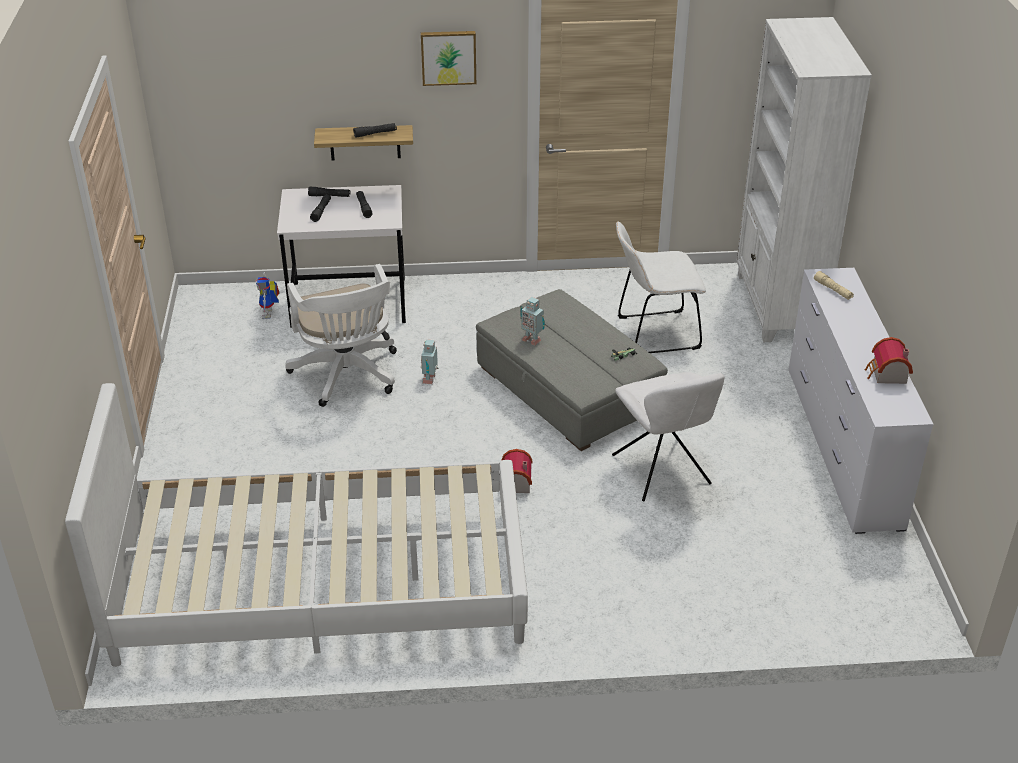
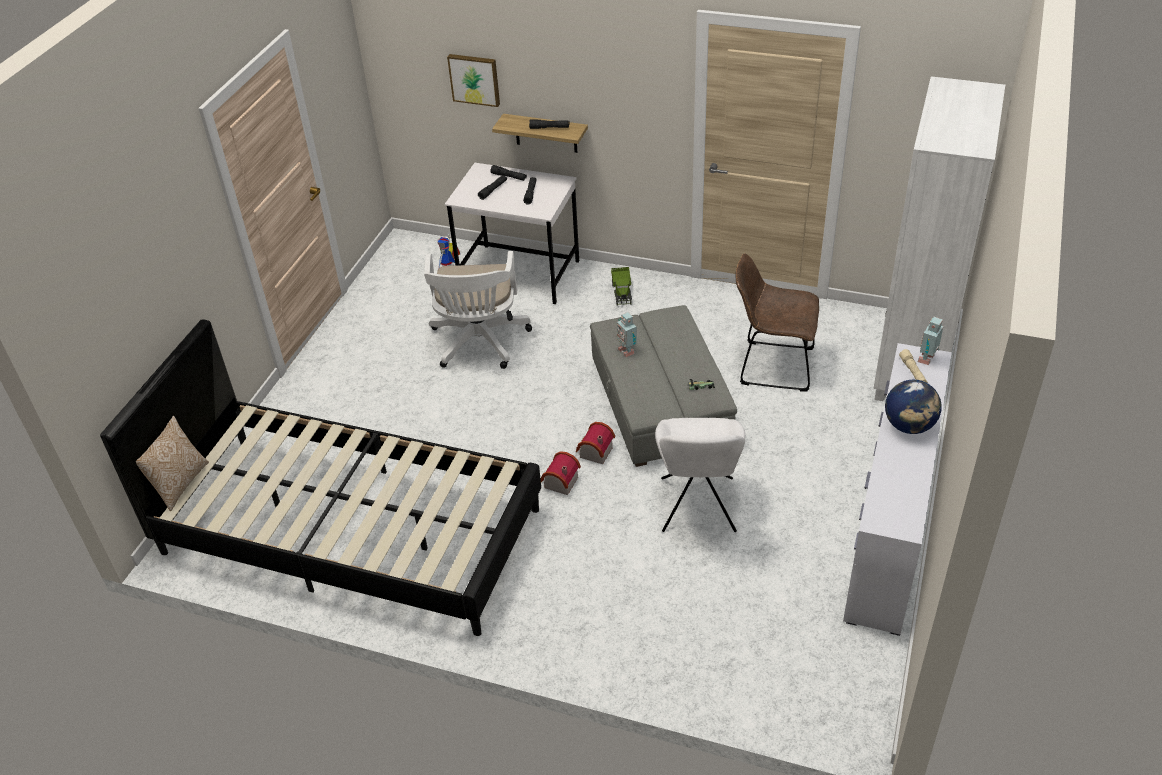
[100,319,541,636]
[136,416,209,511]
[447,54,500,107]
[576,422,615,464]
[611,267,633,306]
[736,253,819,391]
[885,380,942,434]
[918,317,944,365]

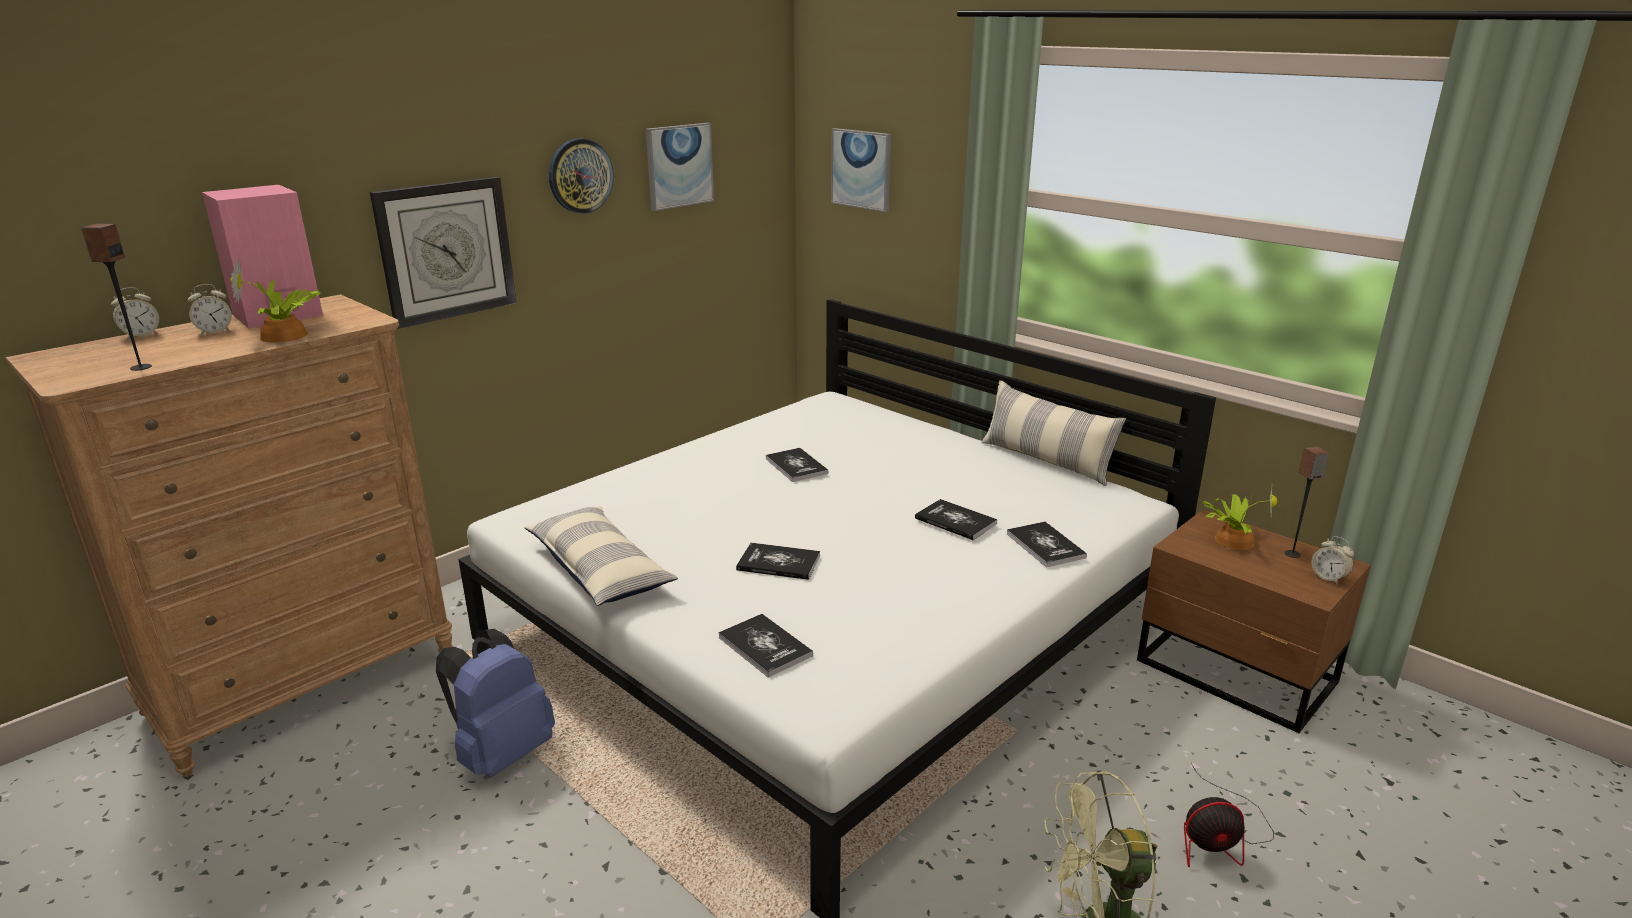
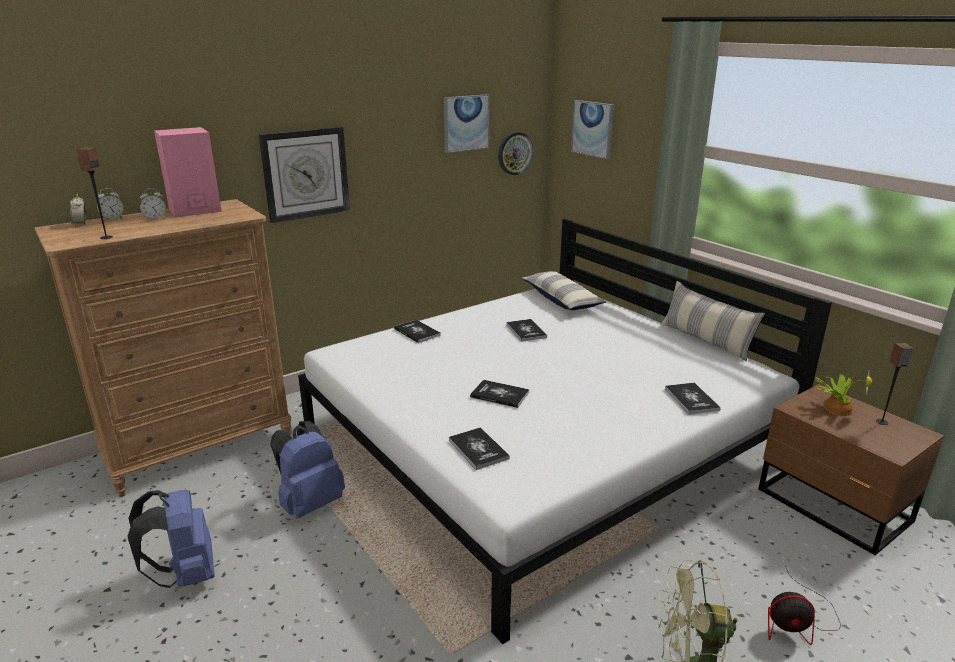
[70,193,86,227]
[127,490,215,588]
[394,320,441,343]
[498,132,533,175]
[522,271,606,310]
[231,259,321,343] (first image)

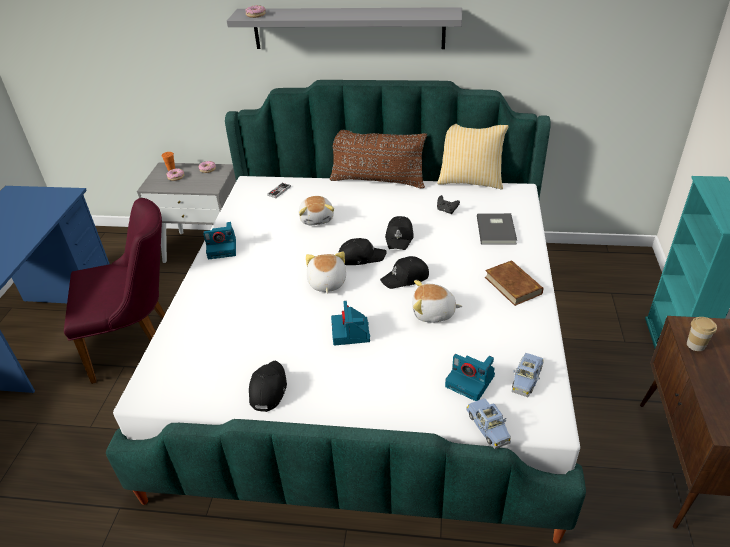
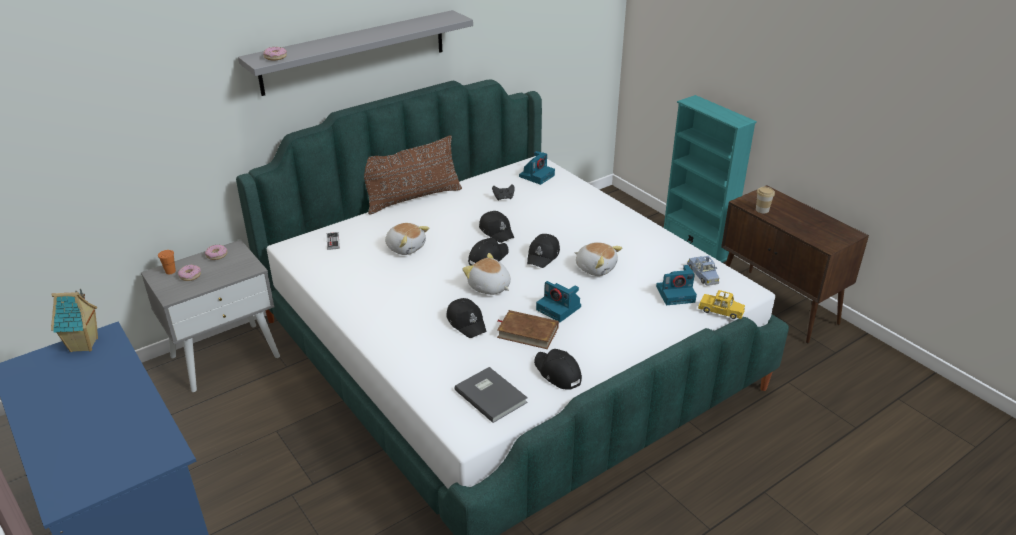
[51,289,98,352]
[446,298,487,338]
[454,367,528,423]
[497,310,559,349]
[519,151,555,185]
[575,242,622,276]
[698,290,745,319]
[64,198,165,384] (first image)
[437,124,509,189] (first image)

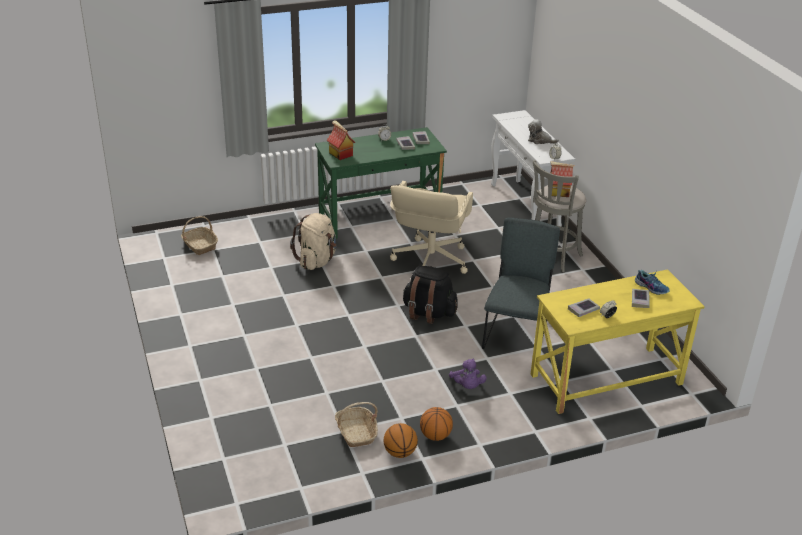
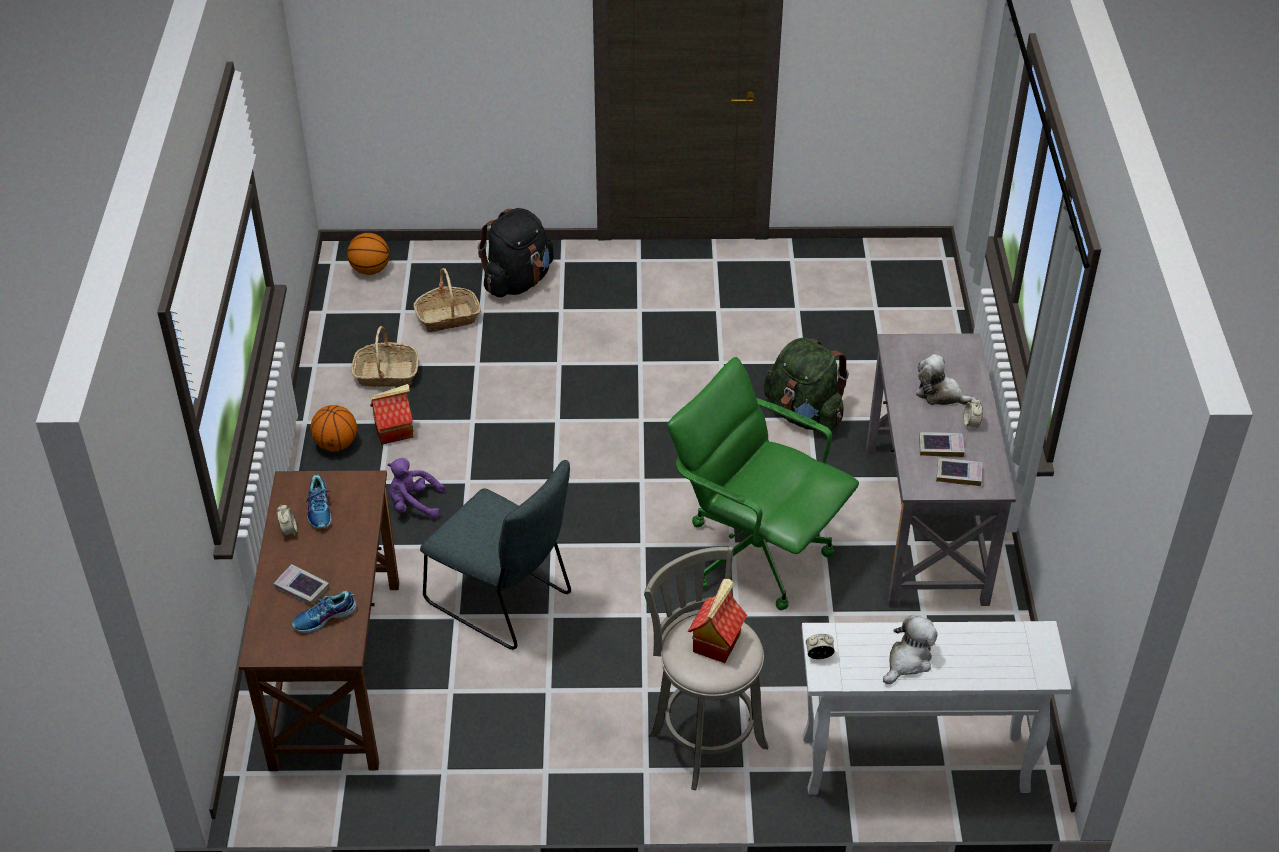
[239,471,399,771]
[306,474,332,528]
[347,233,390,275]
[370,384,413,445]
[414,268,481,332]
[478,208,554,298]
[668,357,859,611]
[764,338,849,431]
[866,333,1016,607]
[916,354,976,405]

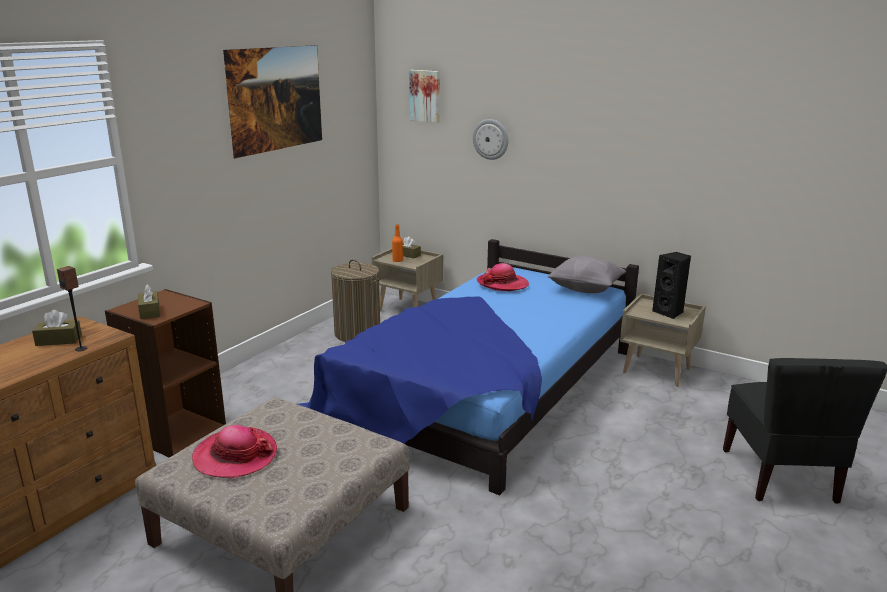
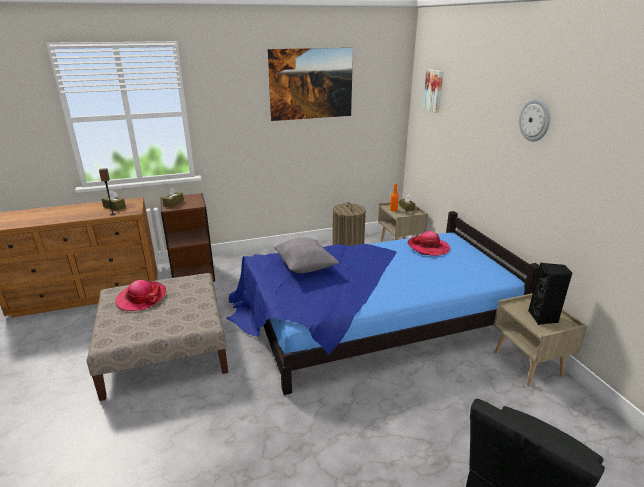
[274,237,339,273]
[519,99,550,141]

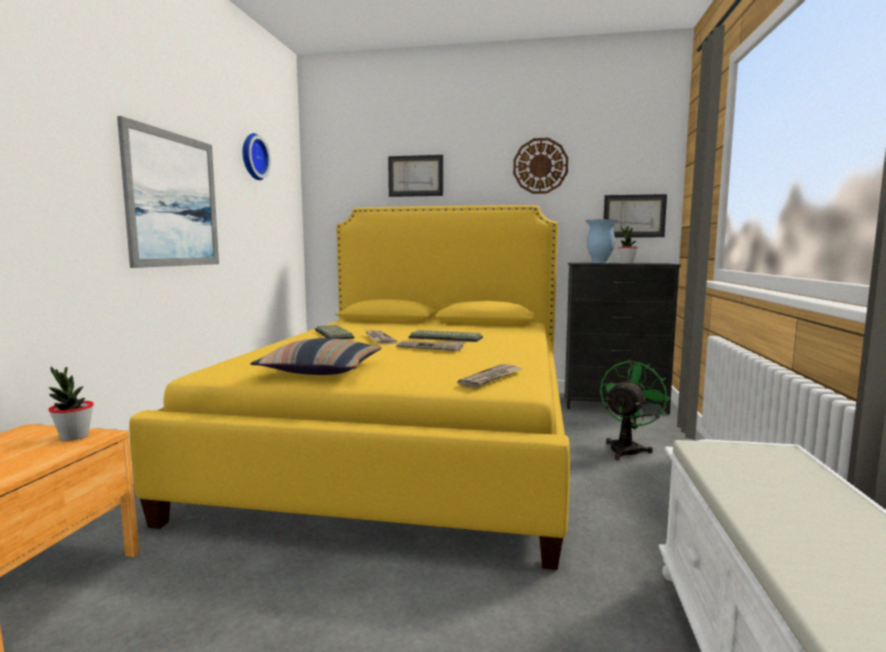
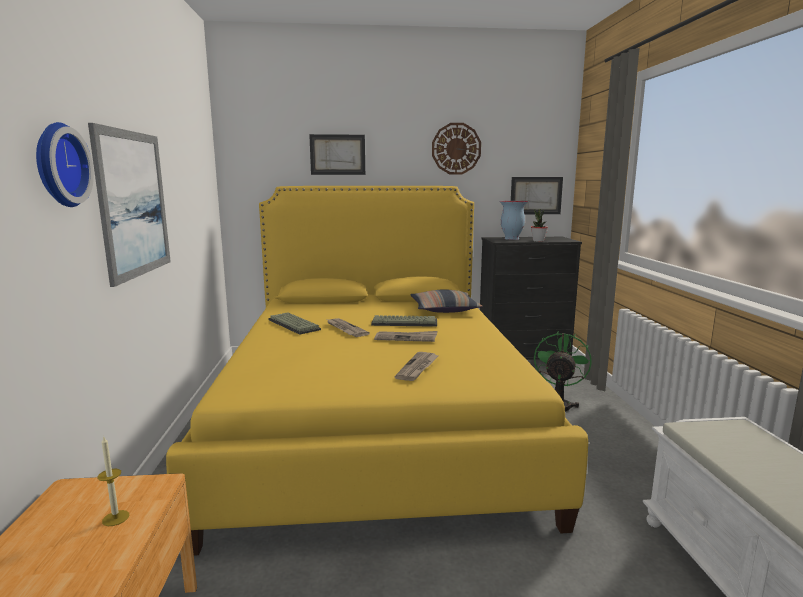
[36,122,94,207]
[97,437,129,526]
[394,352,438,381]
[410,290,483,313]
[49,367,94,441] (first image)

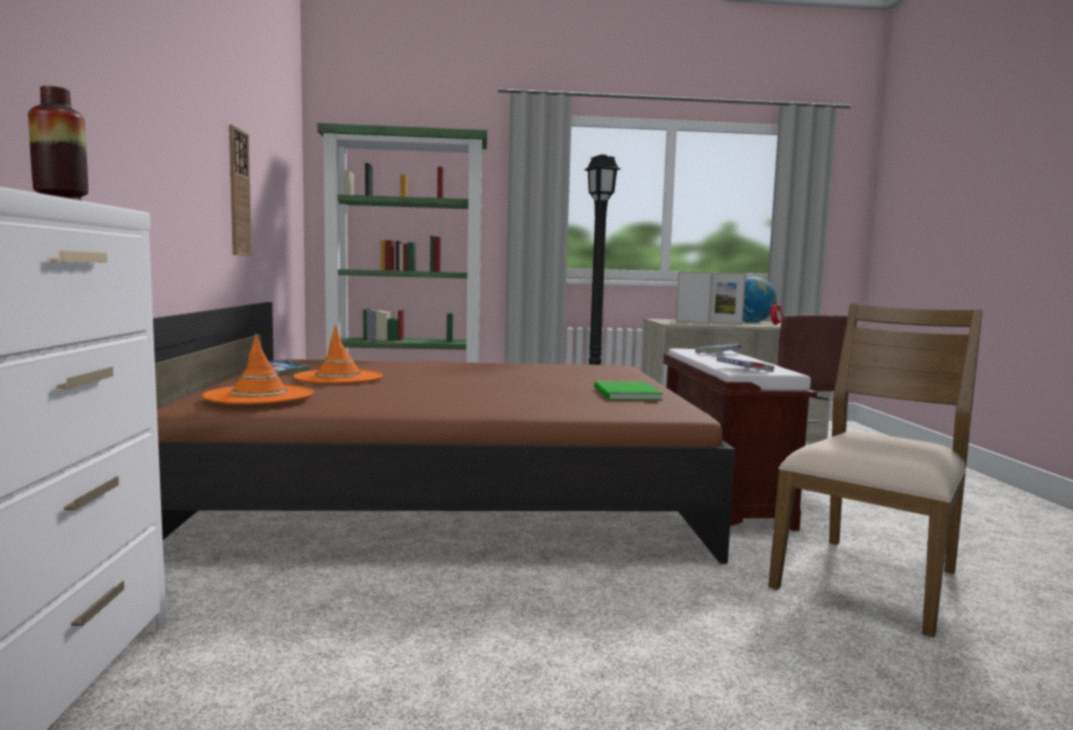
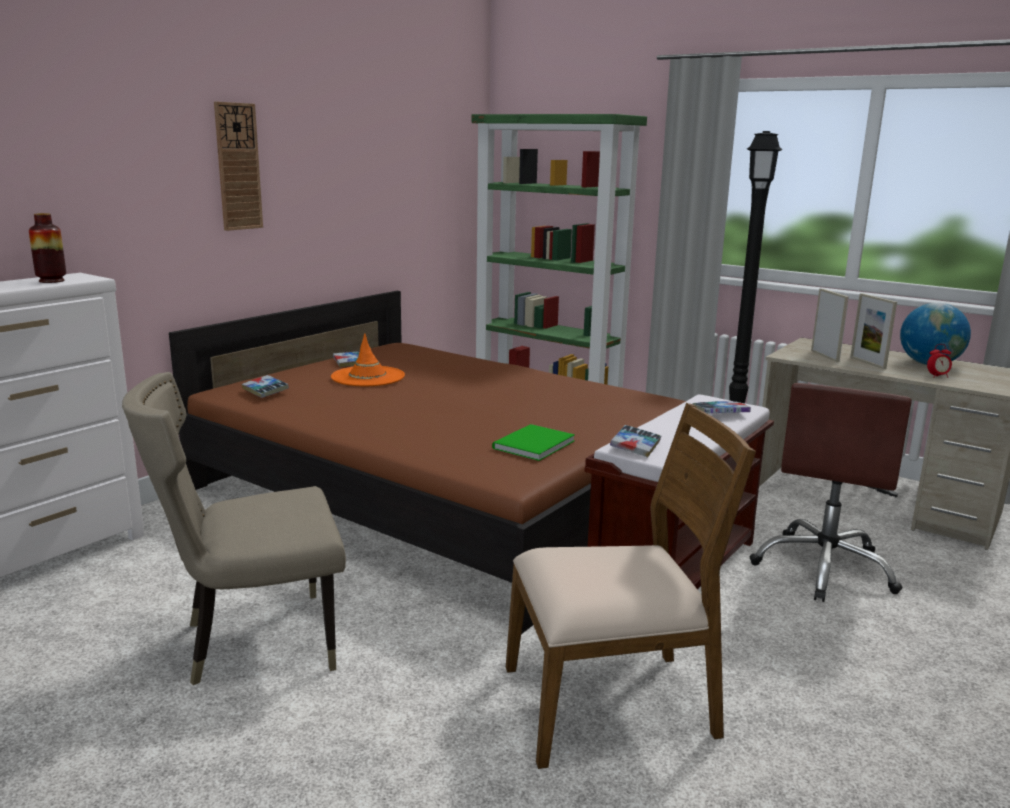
[122,372,346,685]
[214,102,263,231]
[242,375,289,398]

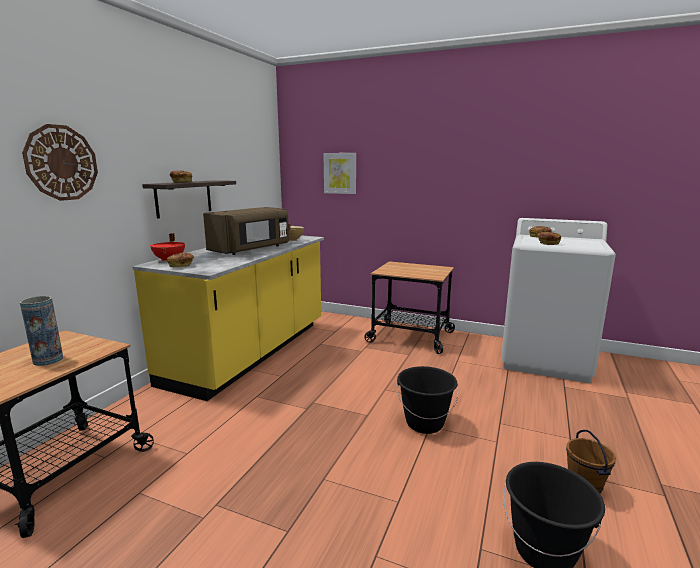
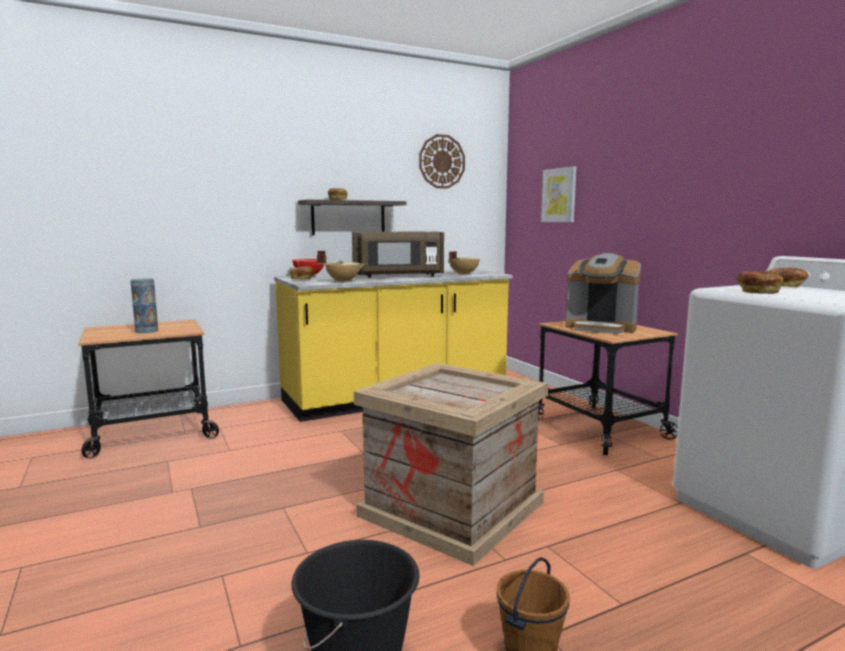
[317,255,365,282]
[354,363,548,566]
[419,134,465,189]
[565,253,641,334]

